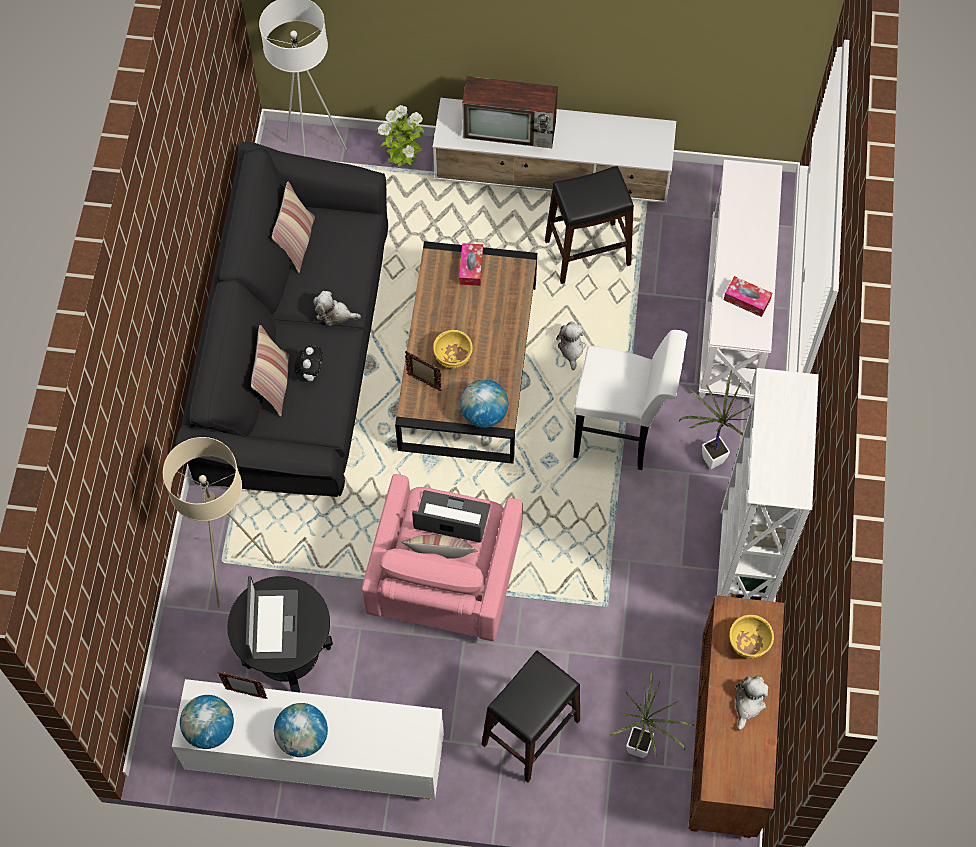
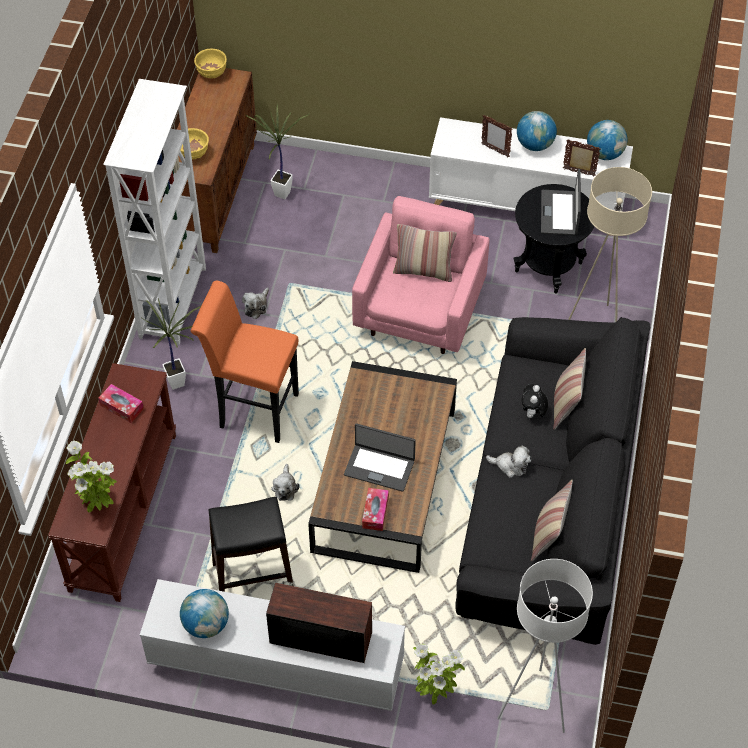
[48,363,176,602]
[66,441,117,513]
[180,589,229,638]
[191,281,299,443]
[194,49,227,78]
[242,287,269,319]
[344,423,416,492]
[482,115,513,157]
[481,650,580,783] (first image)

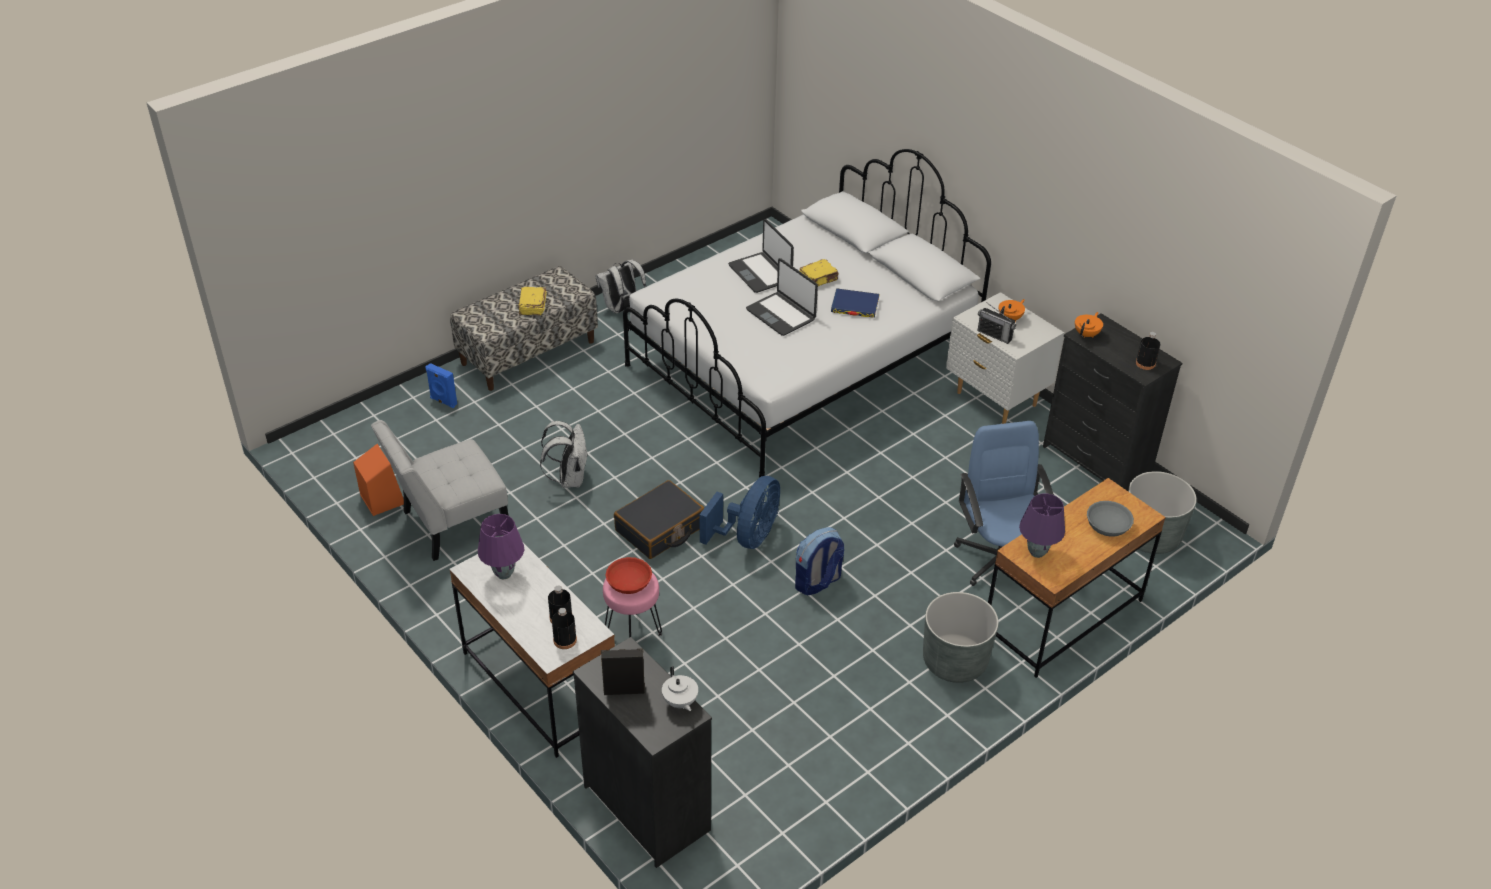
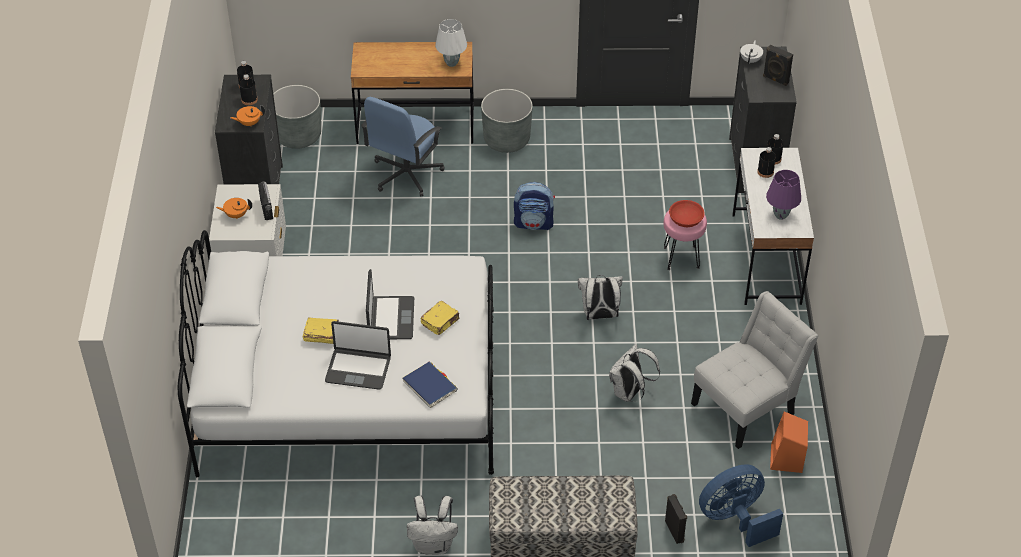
[239,74,258,105]
[325,321,391,390]
[403,362,458,408]
[421,301,460,335]
[435,19,467,67]
[578,275,623,320]
[665,494,687,544]
[691,291,818,449]
[699,464,783,547]
[1087,501,1134,537] (first image)

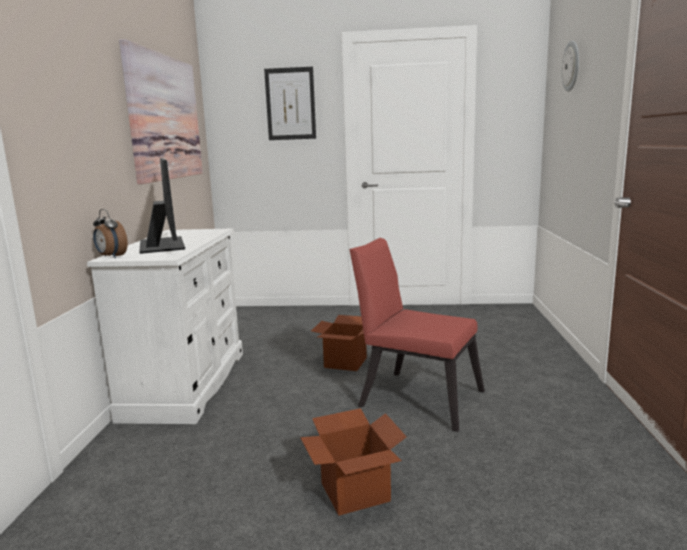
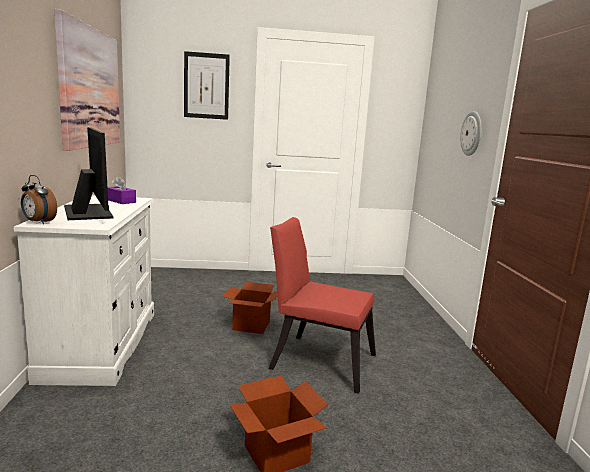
[107,176,136,204]
[460,111,482,156]

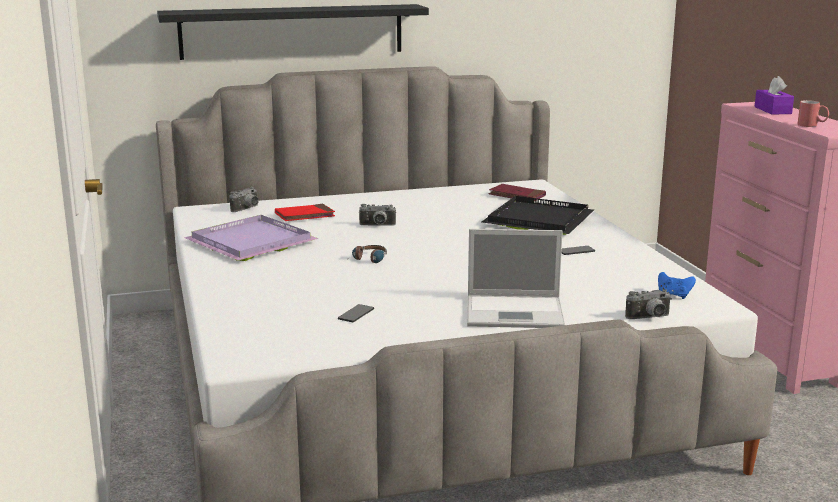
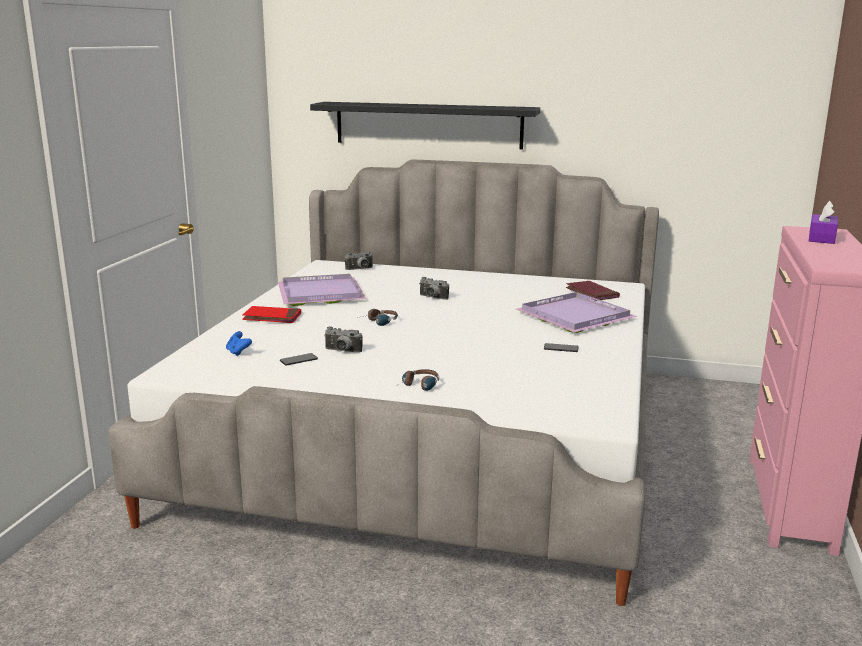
[226,331,252,356]
[242,306,301,323]
[324,327,363,353]
[402,369,439,391]
[516,292,637,333]
[797,100,829,127] (first image)

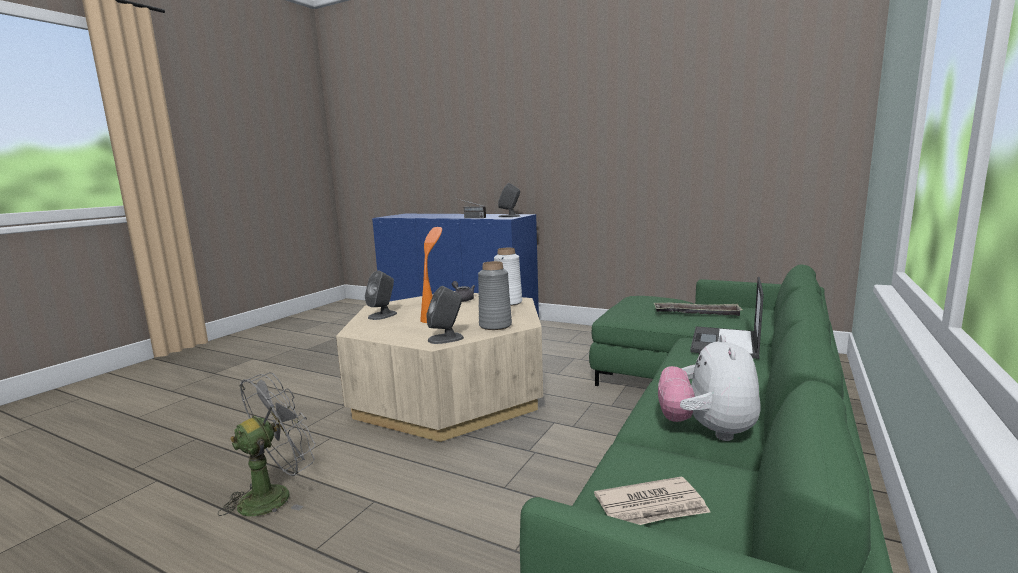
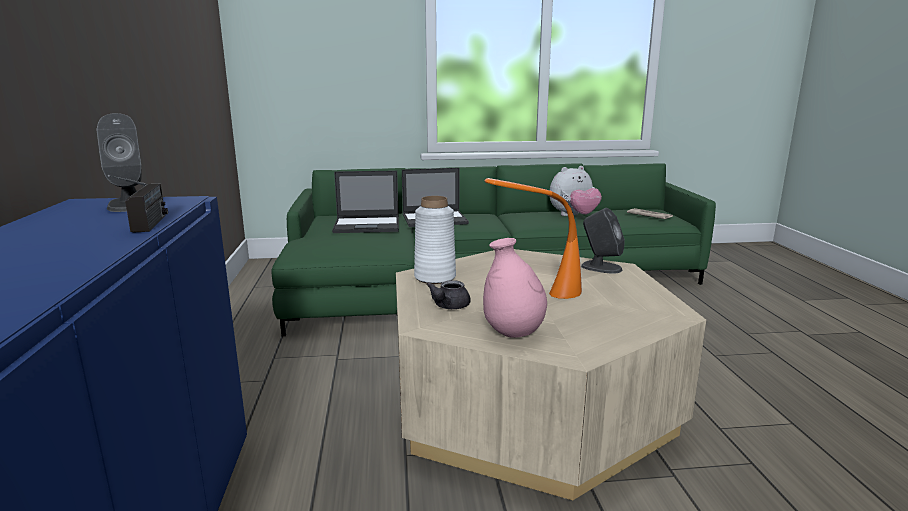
[332,170,399,233]
[483,238,547,338]
[218,372,316,516] (first image)
[365,271,397,320] (first image)
[478,261,512,330] (first image)

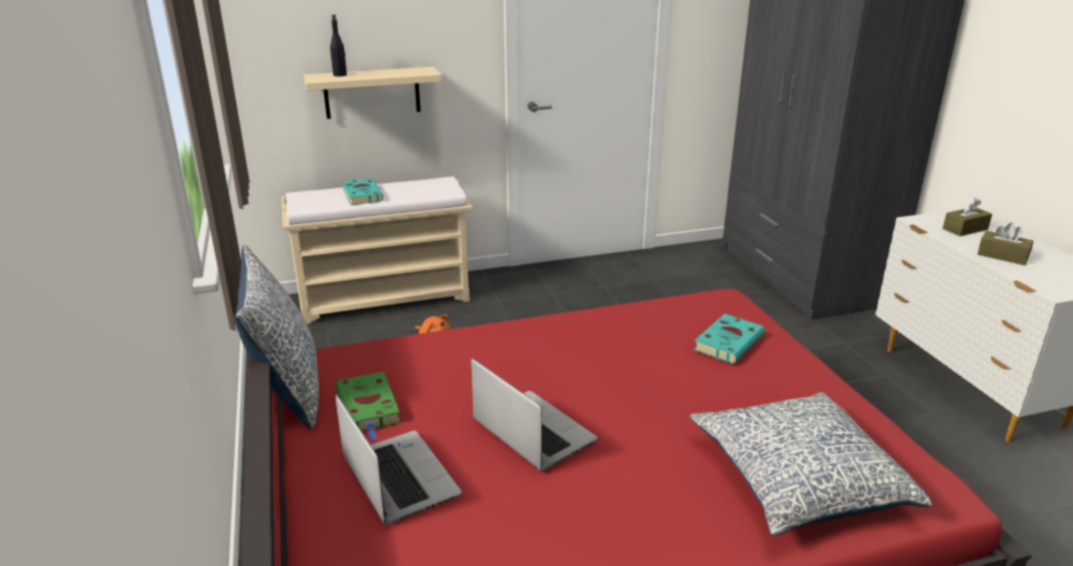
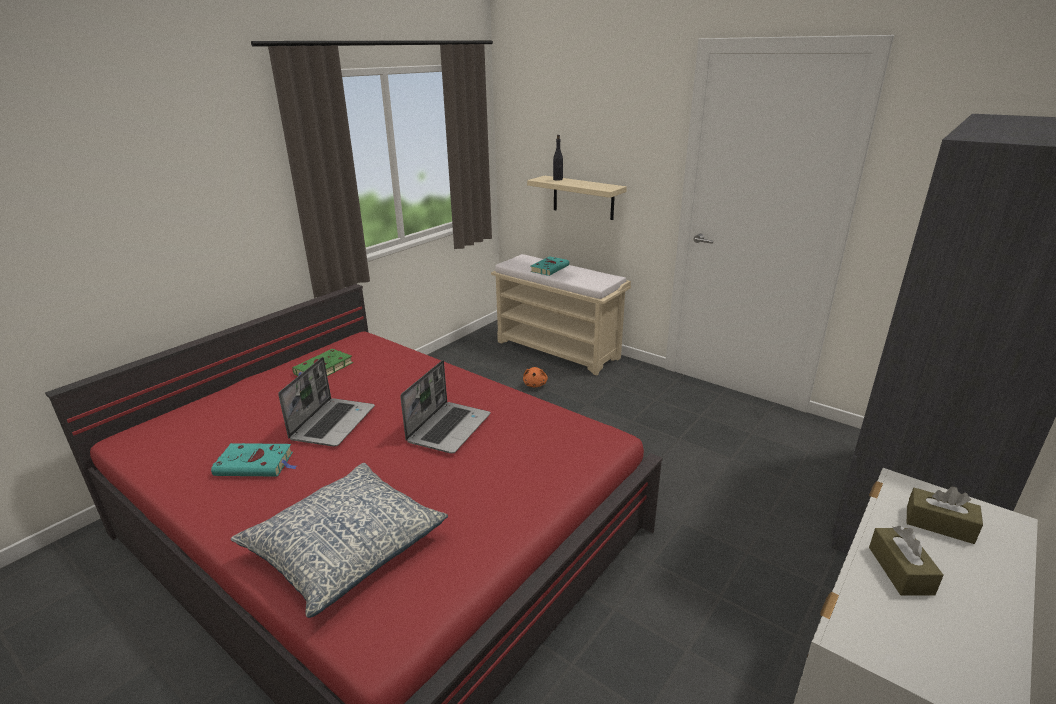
[211,443,297,477]
[400,360,490,454]
[234,245,319,429] (first image)

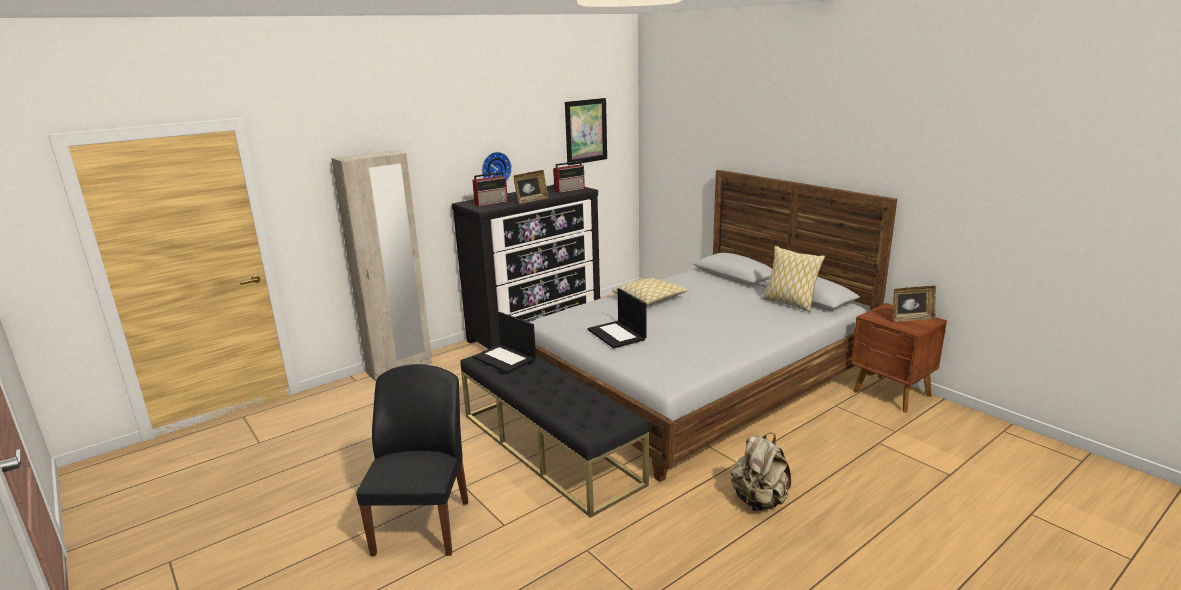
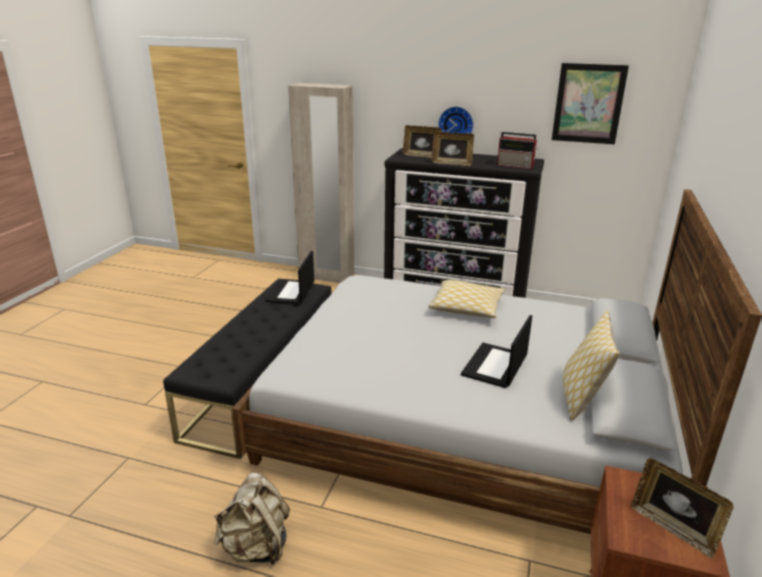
[403,125,442,158]
[461,315,532,388]
[356,364,469,556] (first image)

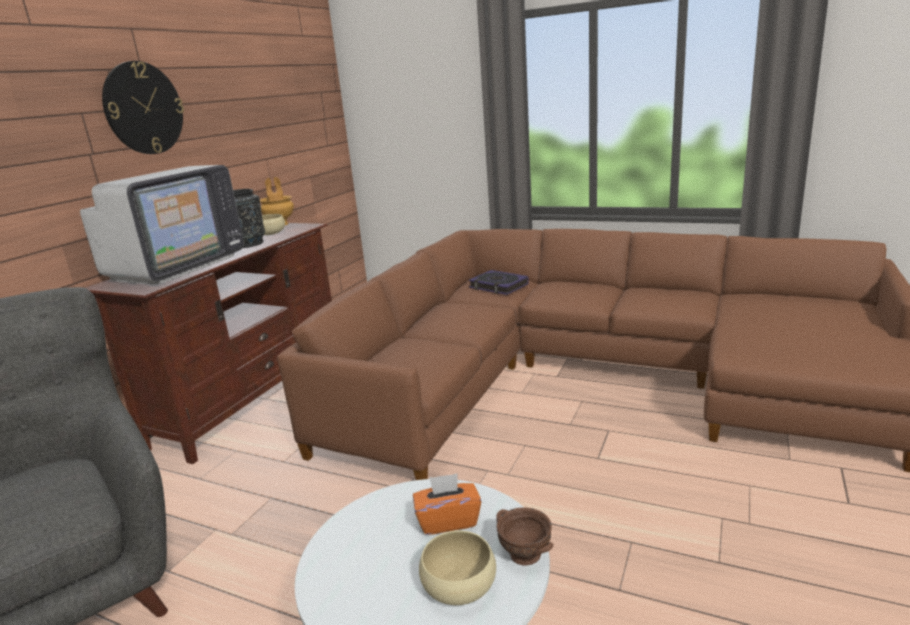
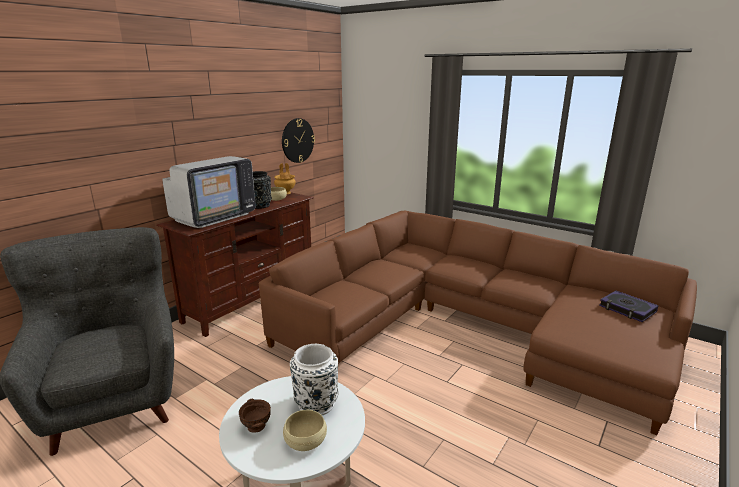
[239,399,271,433]
[282,118,315,163]
[290,344,338,415]
[599,290,658,322]

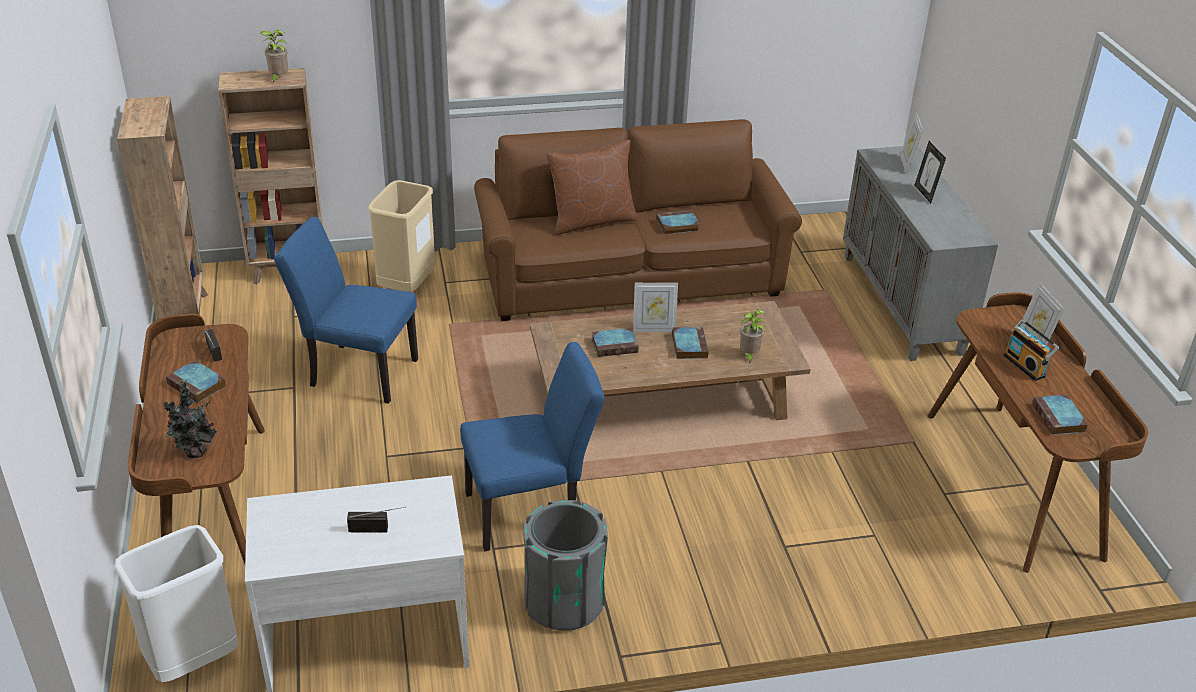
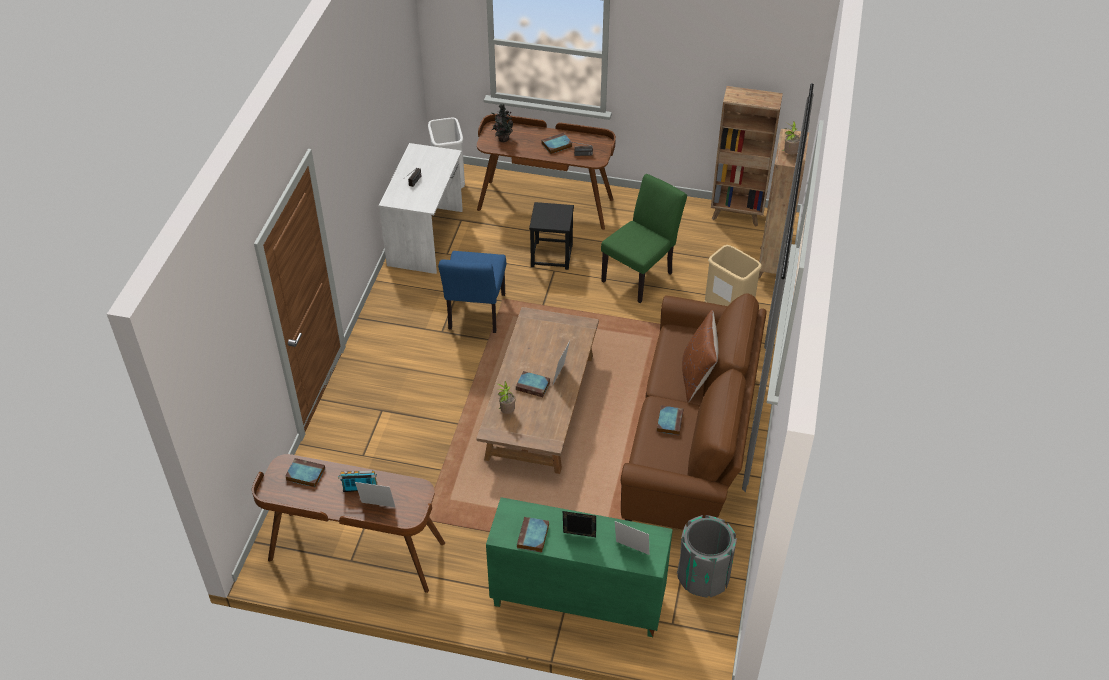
[486,497,673,637]
[517,517,549,553]
[529,202,574,270]
[601,174,687,303]
[677,515,737,598]

